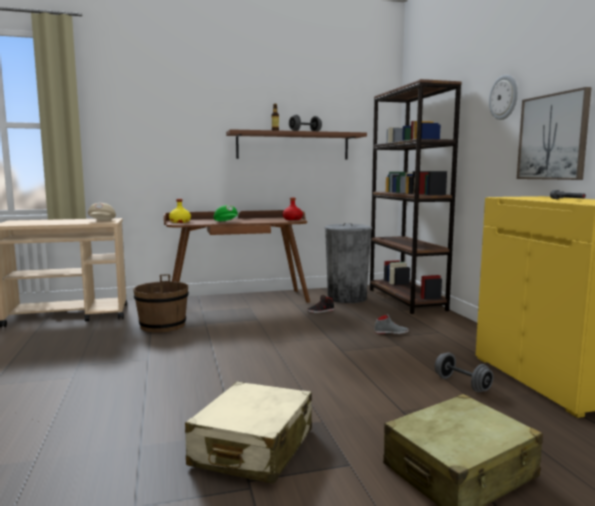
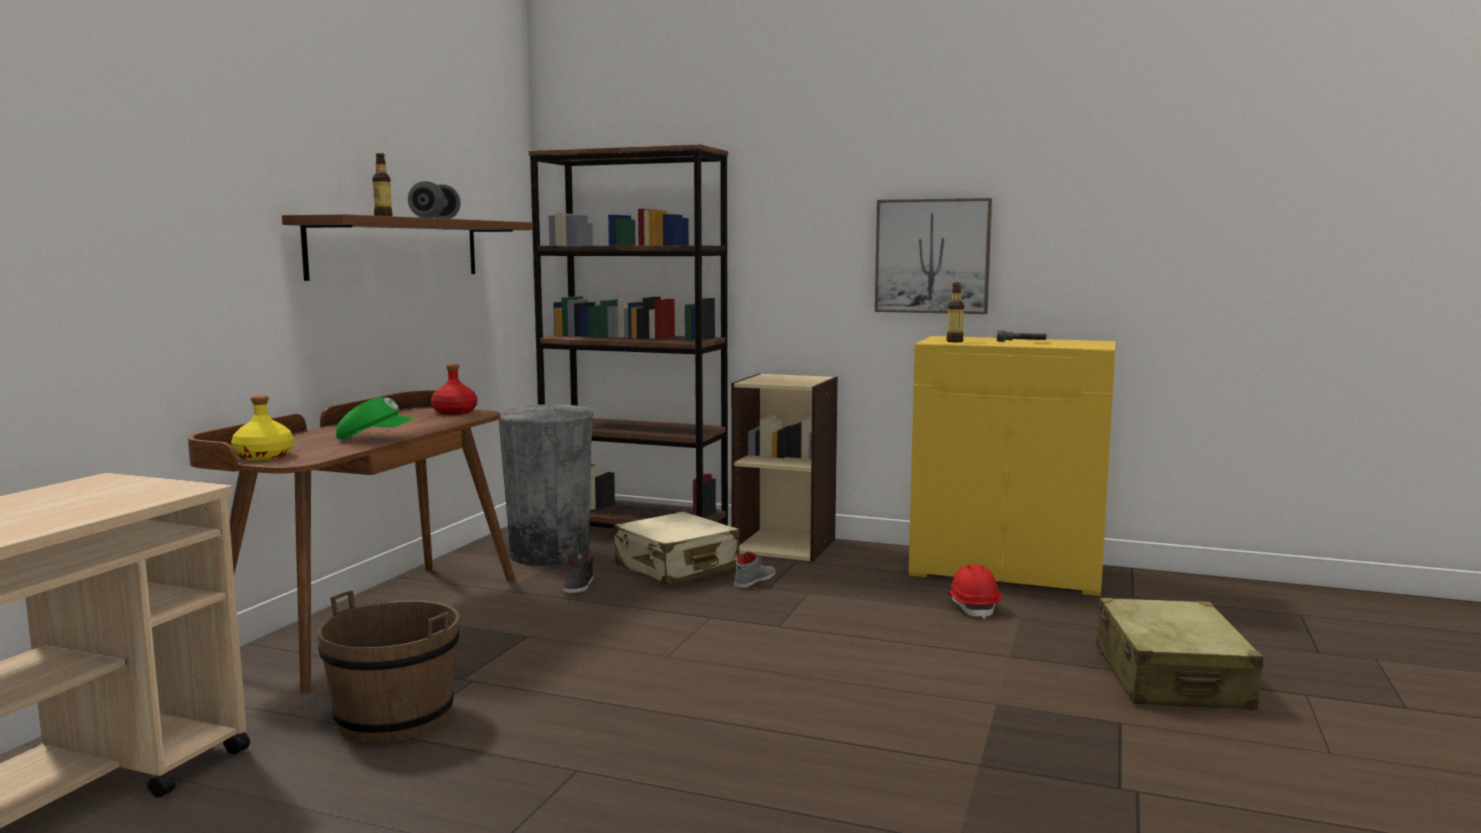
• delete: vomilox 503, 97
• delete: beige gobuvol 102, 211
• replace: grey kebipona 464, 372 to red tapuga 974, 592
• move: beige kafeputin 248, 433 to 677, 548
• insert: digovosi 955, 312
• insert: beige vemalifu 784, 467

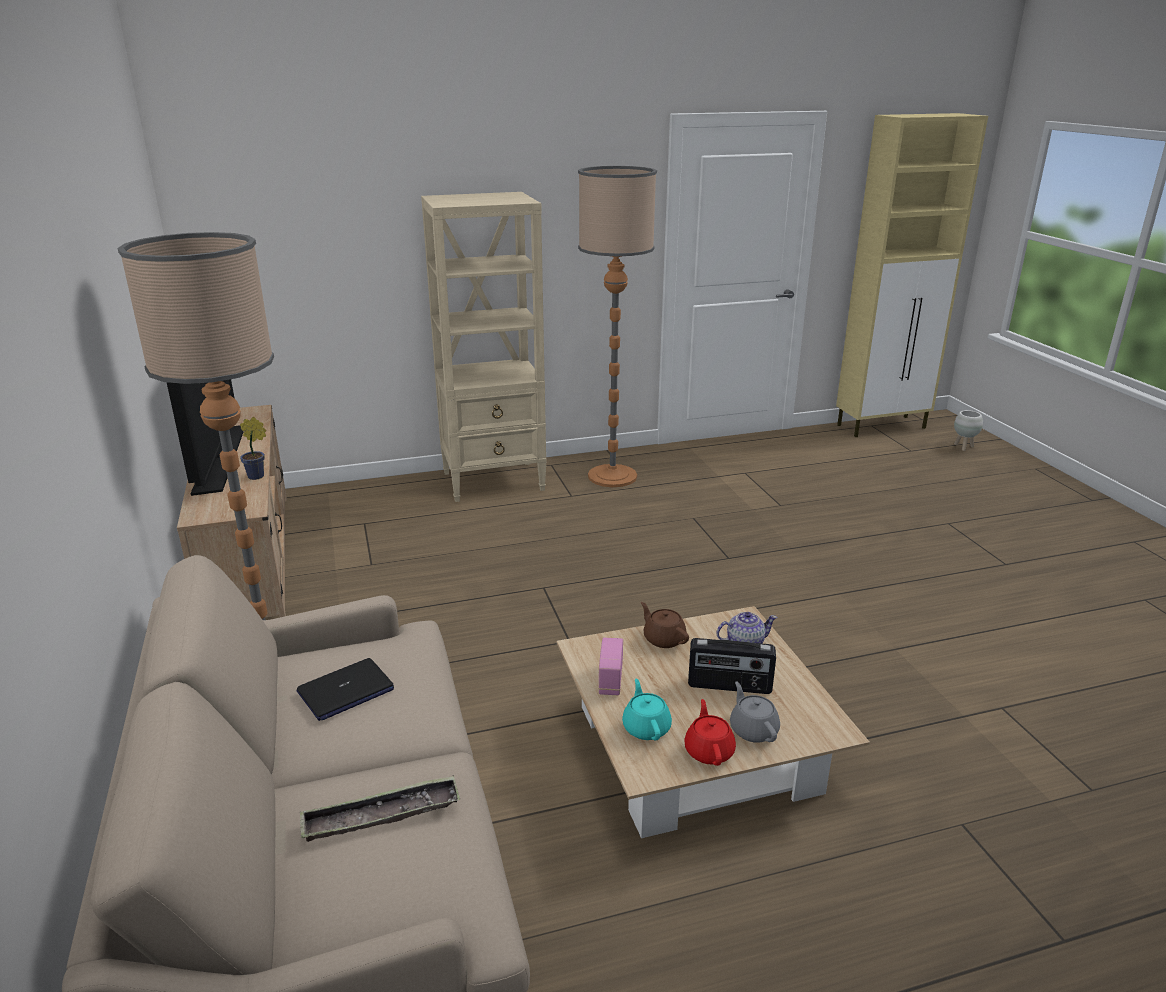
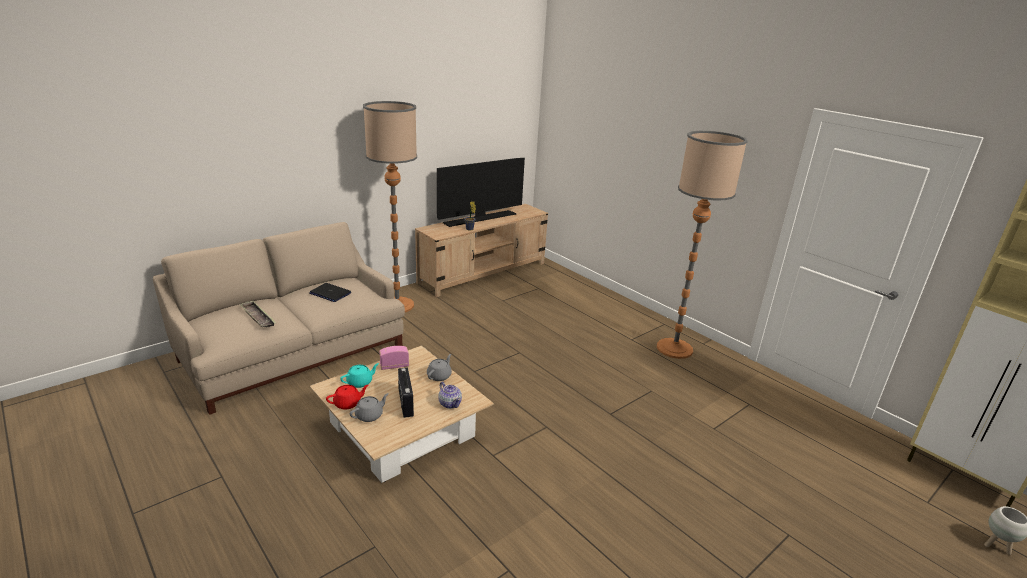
• delete: beige vemalifu 484, 347
• recolor: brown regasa 665, 625 to grey regasa 439, 367

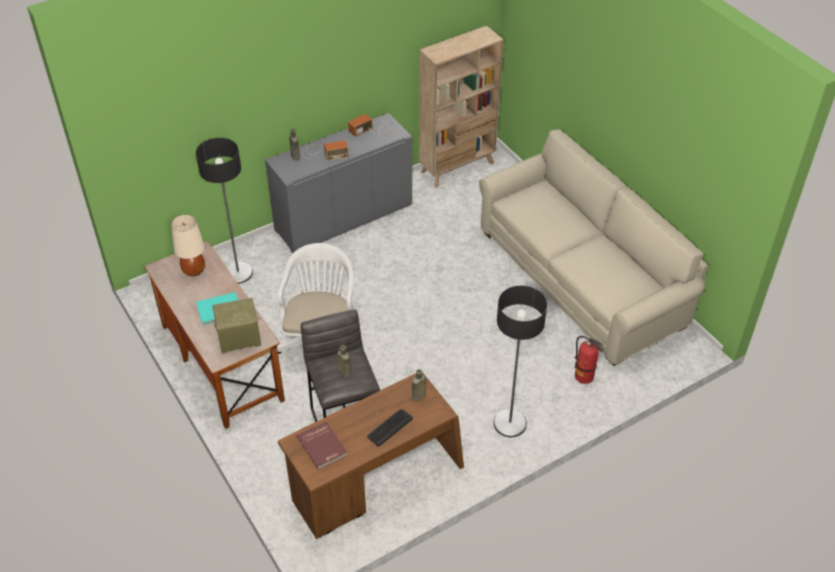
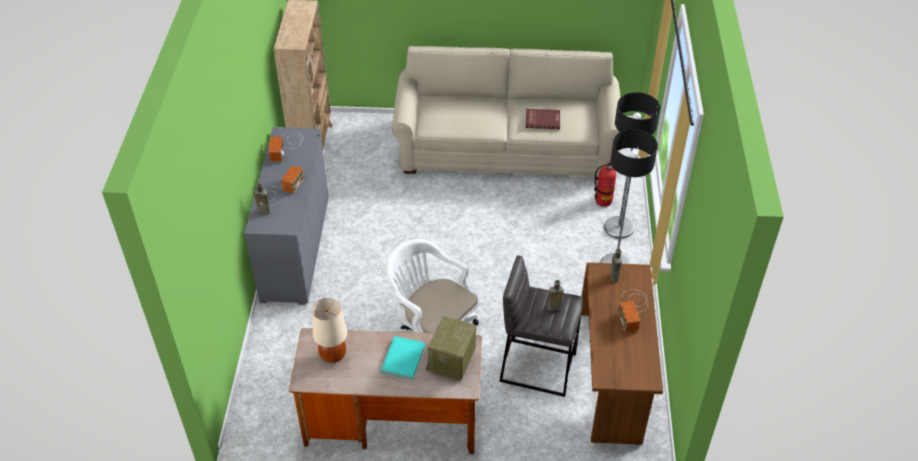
• move: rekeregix 224, 211 to 632, 165
• replace: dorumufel 390, 428 to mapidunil 633, 311
• move: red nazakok 322, 445 to 543, 119

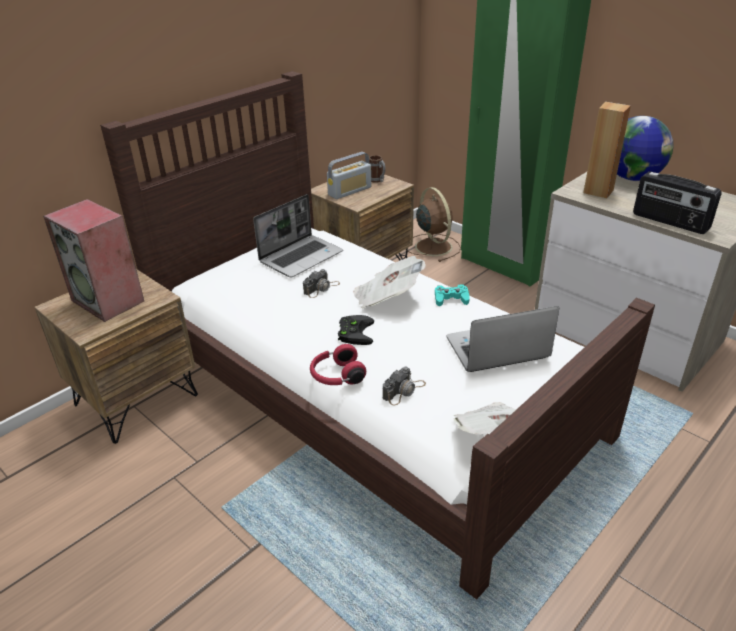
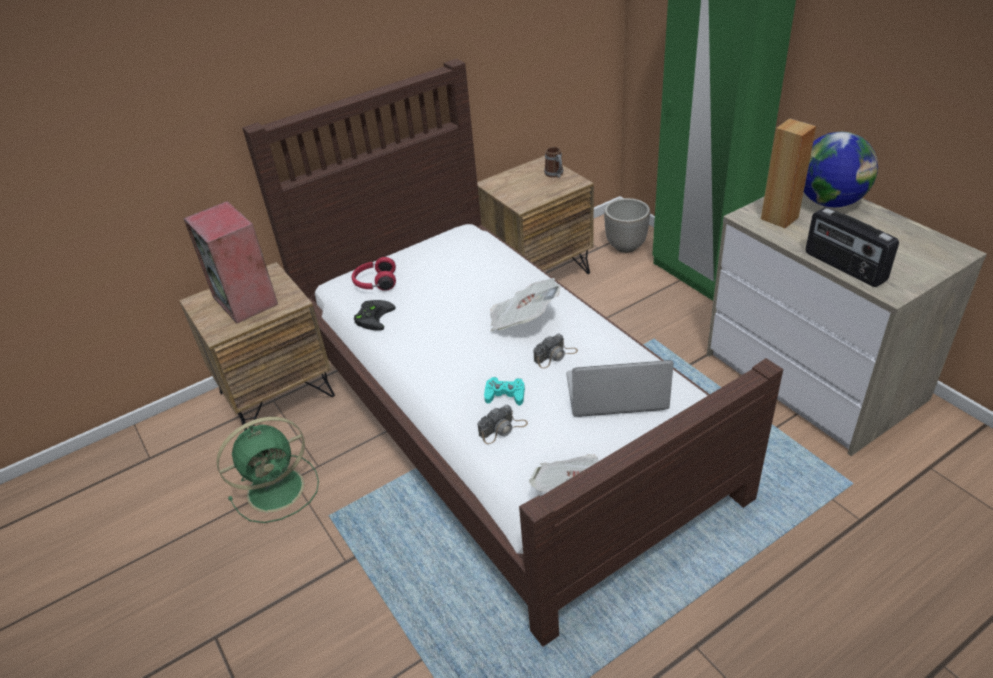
• delete: mapidunil 349, 175
• replace: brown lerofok 434, 224 to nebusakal 627, 225
• delete: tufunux 298, 235
• move: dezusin 321, 283 to 555, 351
• move: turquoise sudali 452, 295 to 504, 391
• move: black sudali 356, 330 to 374, 315
• move: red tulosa 338, 364 to 374, 274
• insert: green lerofok 267, 470

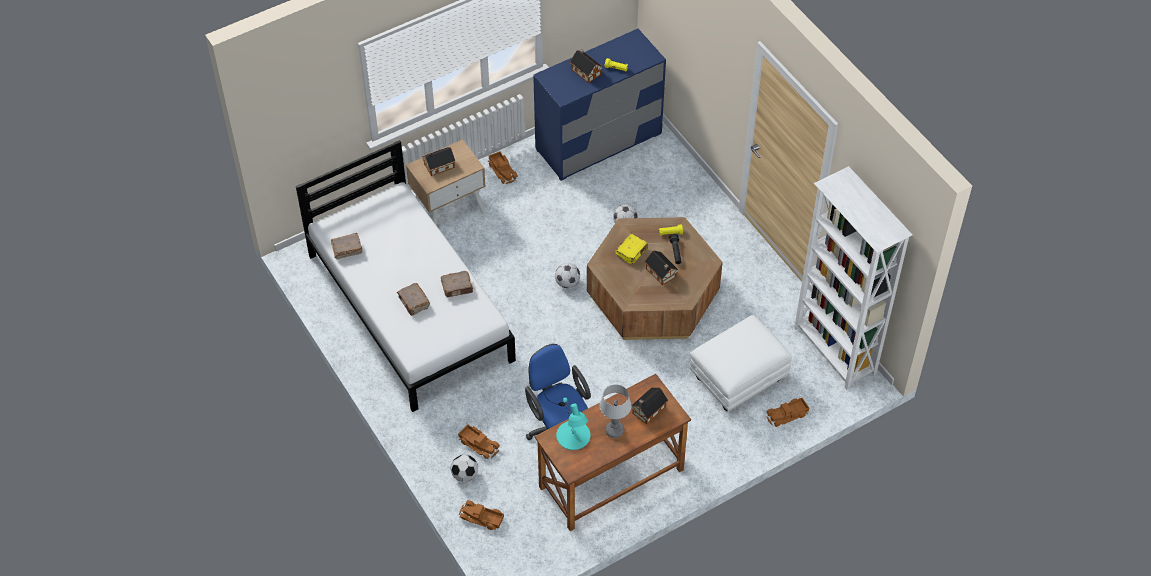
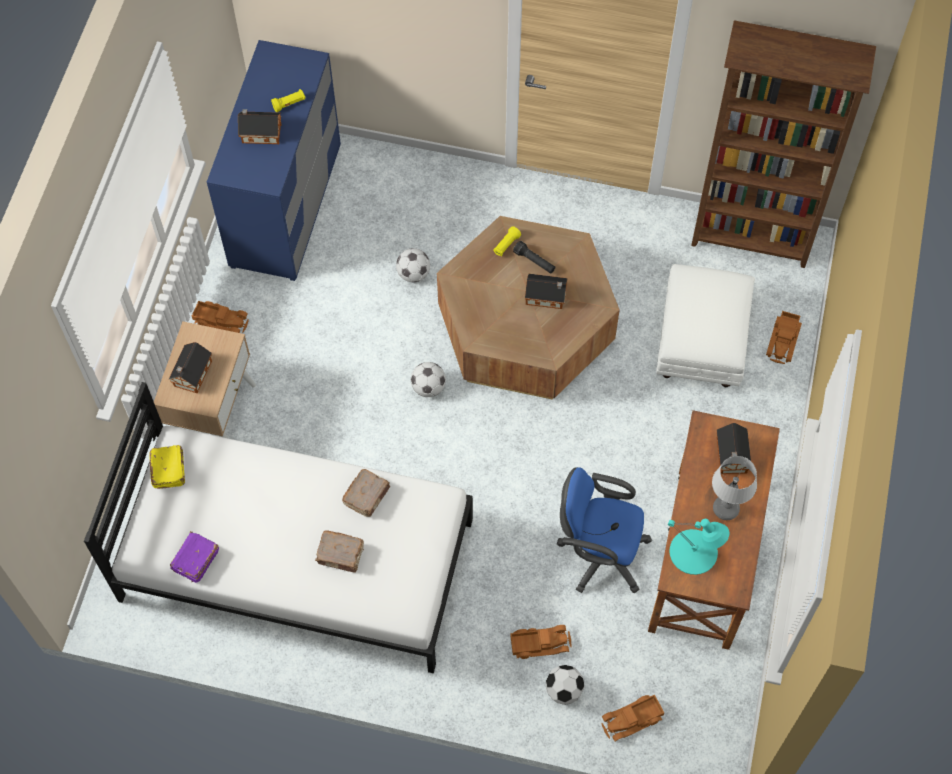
• recolor: white vemalifu 853, 278 to brown vemalifu 783, 144
• recolor: brown nazakok 347, 246 to purple nazakok 194, 557
• move: yellow nazakok 631, 249 to 167, 467

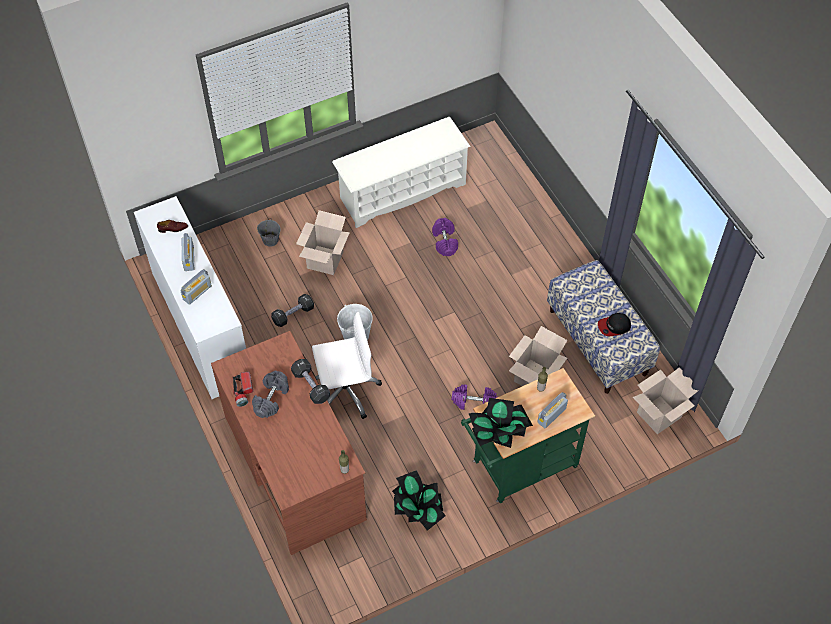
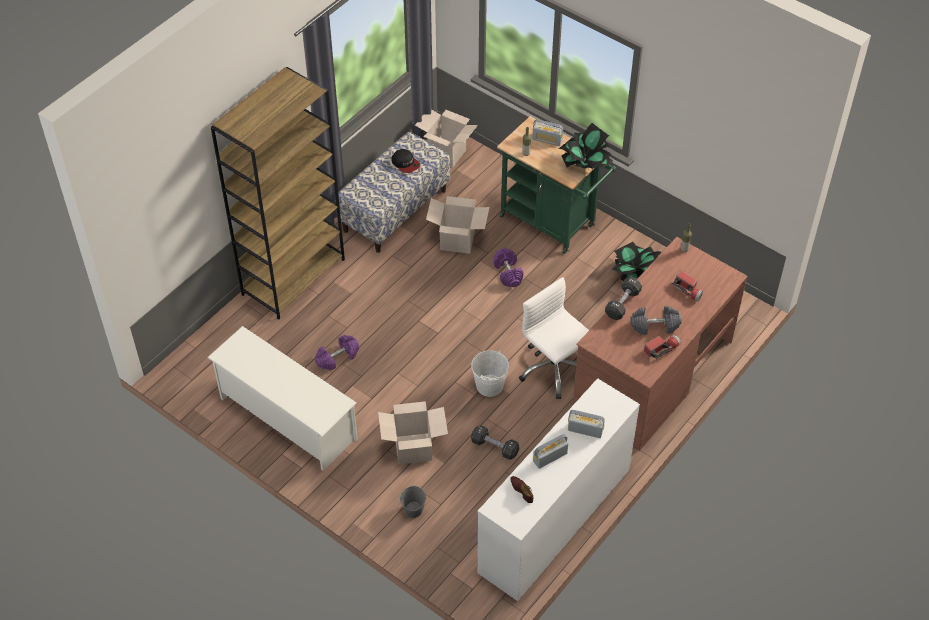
• insert: brown vemalifu 278, 193
• insert: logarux 687, 286

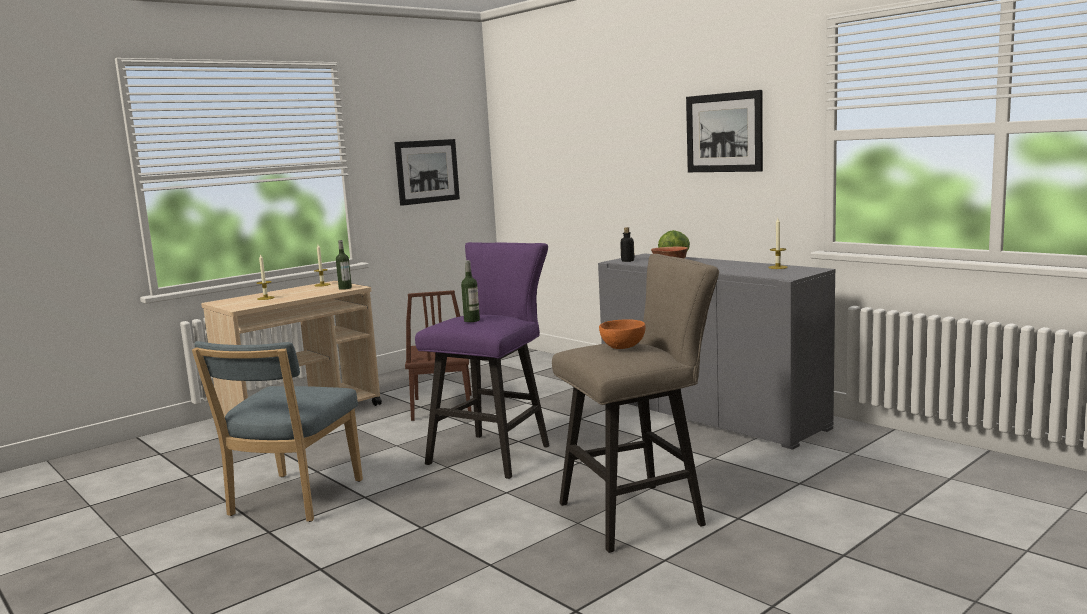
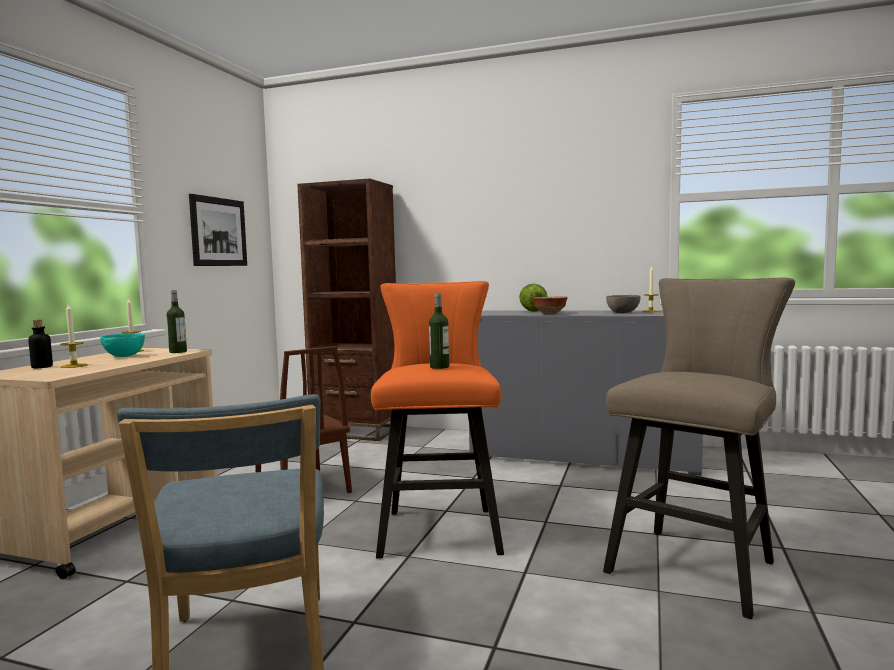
• delete: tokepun 724, 131
• move: digovosi 627, 244 to 40, 344
• recolor: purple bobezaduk 482, 360 to orange bobezaduk 437, 420
• delete: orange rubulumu 622, 334
• insert: brown vemalifu 346, 309
• insert: grey rubulumu 623, 304
• insert: turquoise rubulumu 122, 345

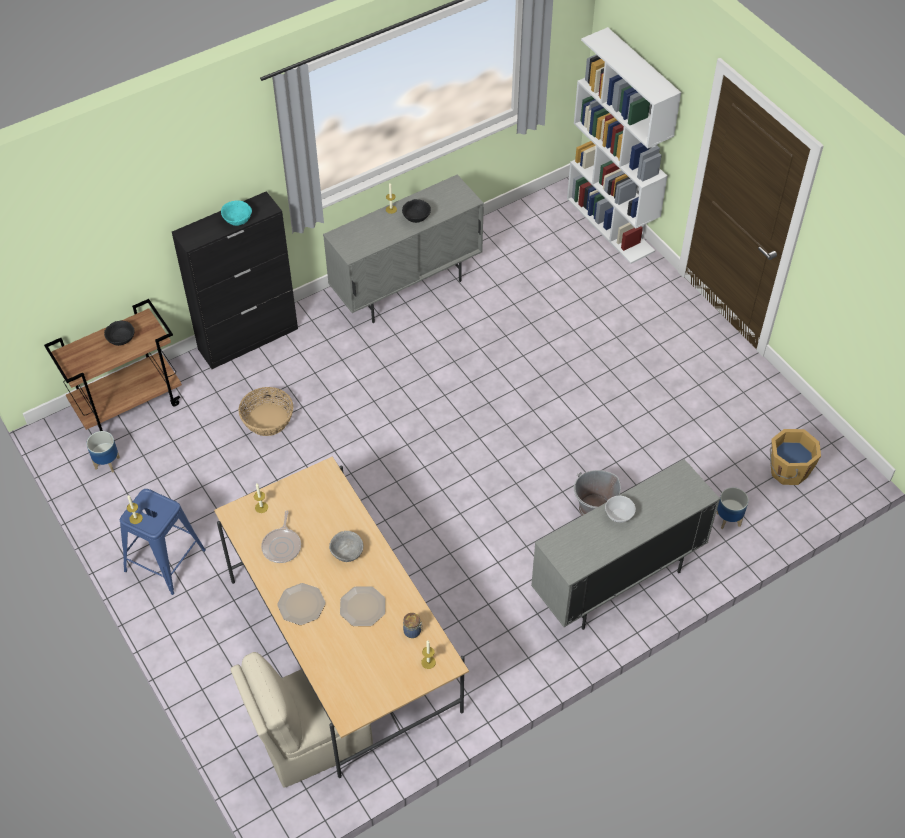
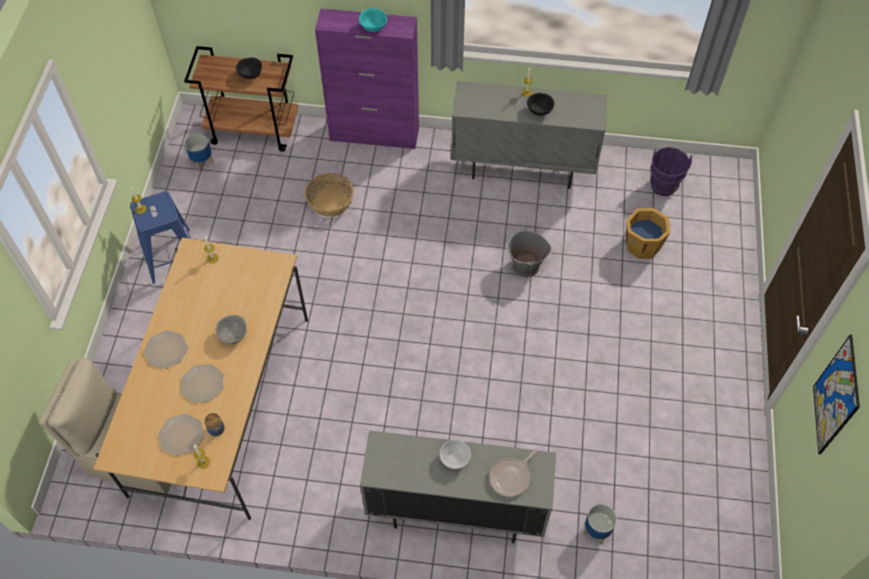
• delete: white vemalifu 624, 145
• recolor: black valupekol 235, 280 to purple valupekol 367, 79
• move: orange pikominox 795, 457 to 646, 233
• move: grey pikominox 597, 493 to 529, 252
• move: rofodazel 281, 537 to 514, 472
• insert: purple pikominox 671, 171
• insert: tokepun 836, 394
• insert: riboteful 181, 435

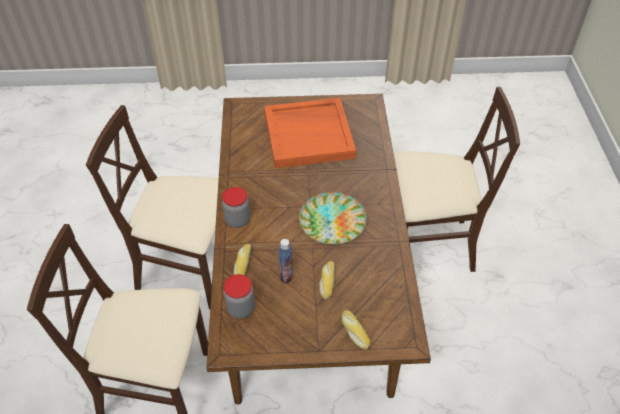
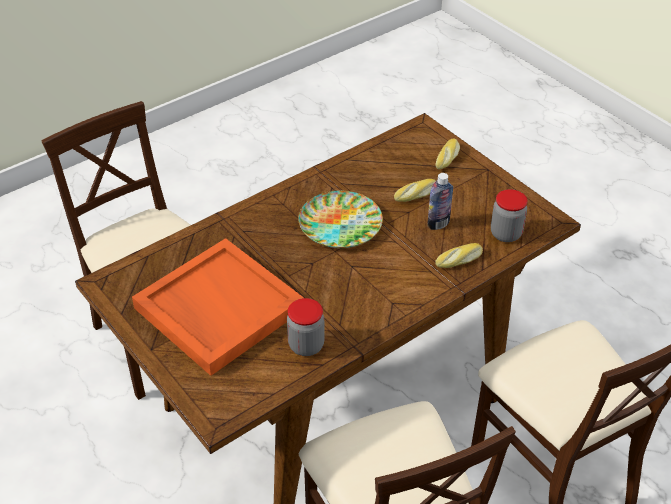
• move: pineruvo 236, 207 to 306, 327

